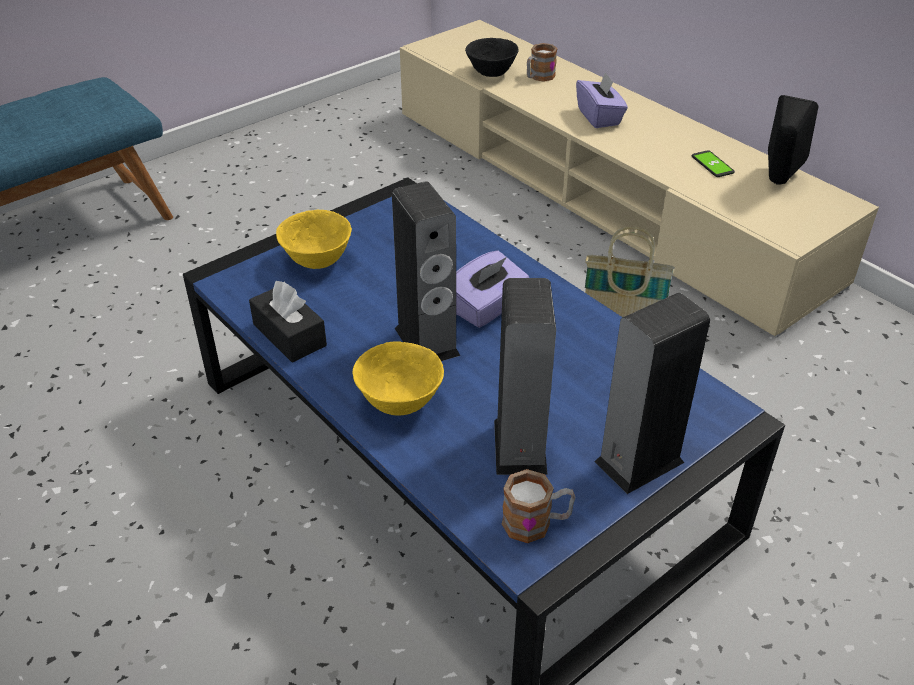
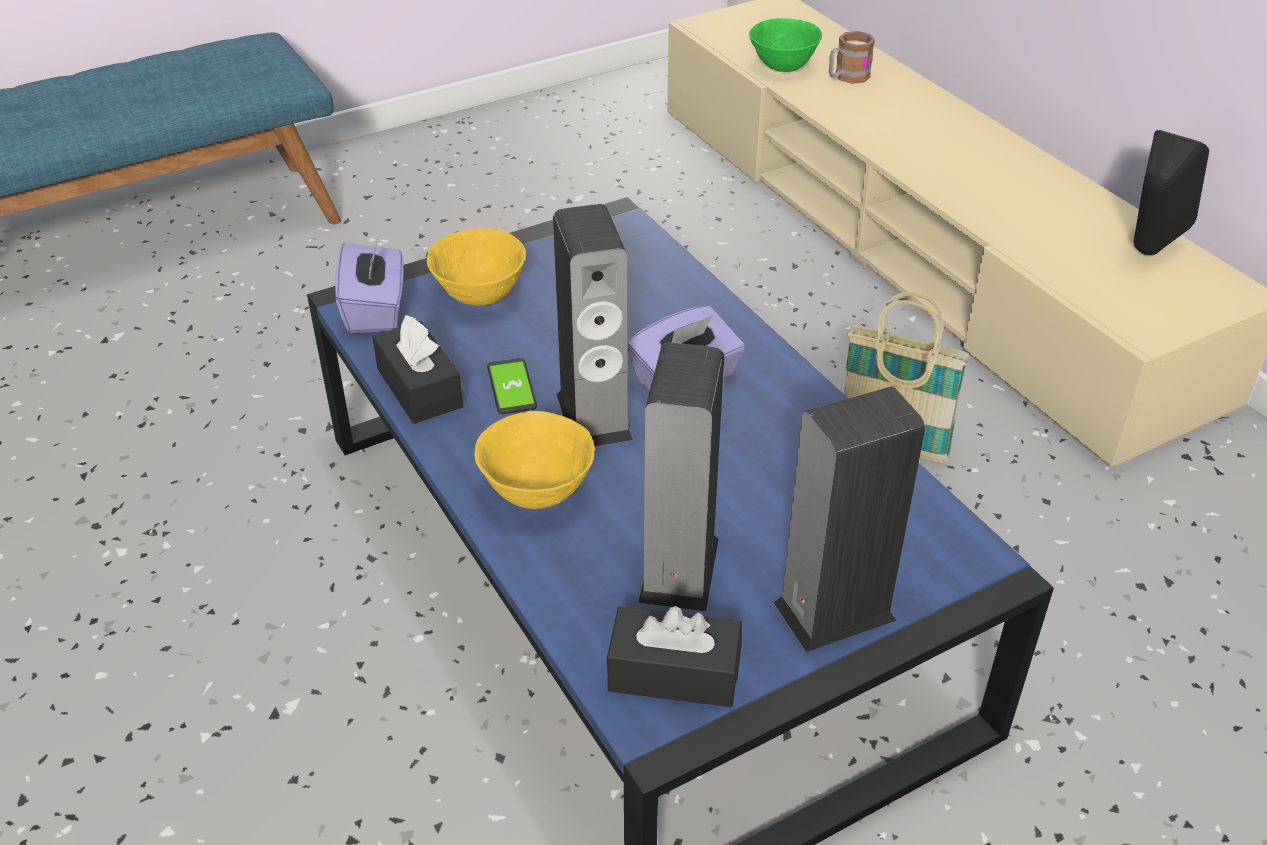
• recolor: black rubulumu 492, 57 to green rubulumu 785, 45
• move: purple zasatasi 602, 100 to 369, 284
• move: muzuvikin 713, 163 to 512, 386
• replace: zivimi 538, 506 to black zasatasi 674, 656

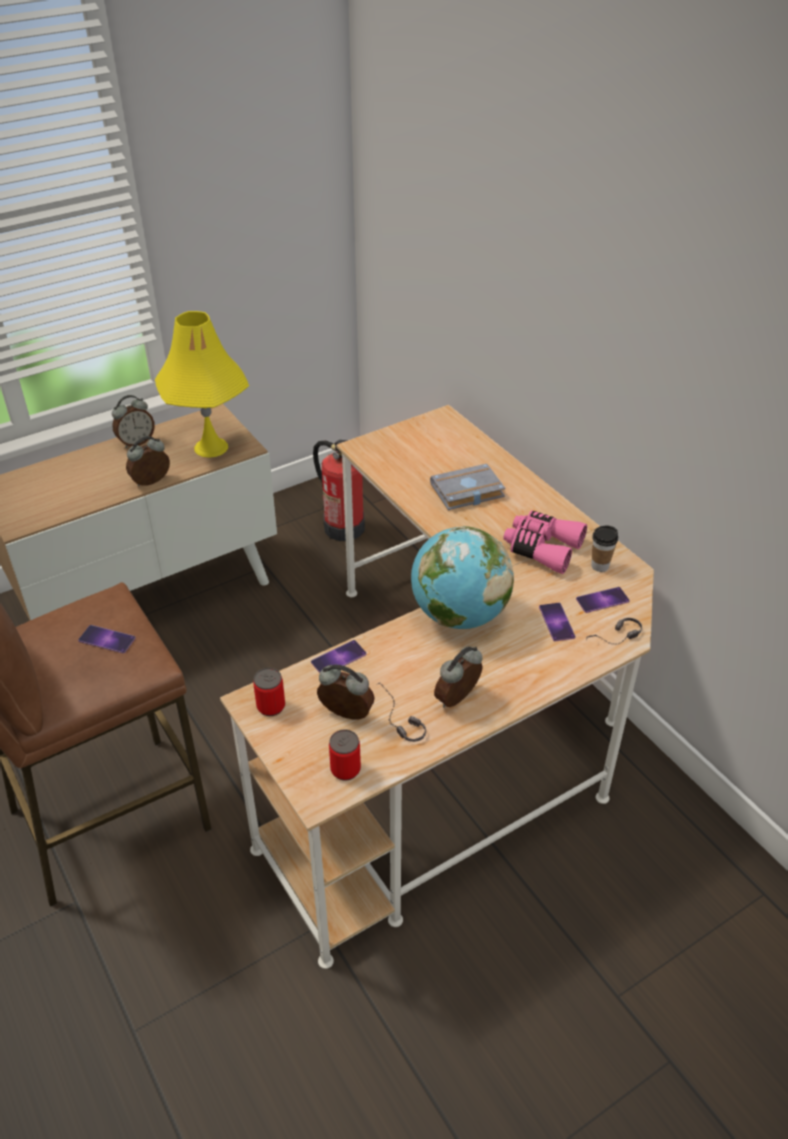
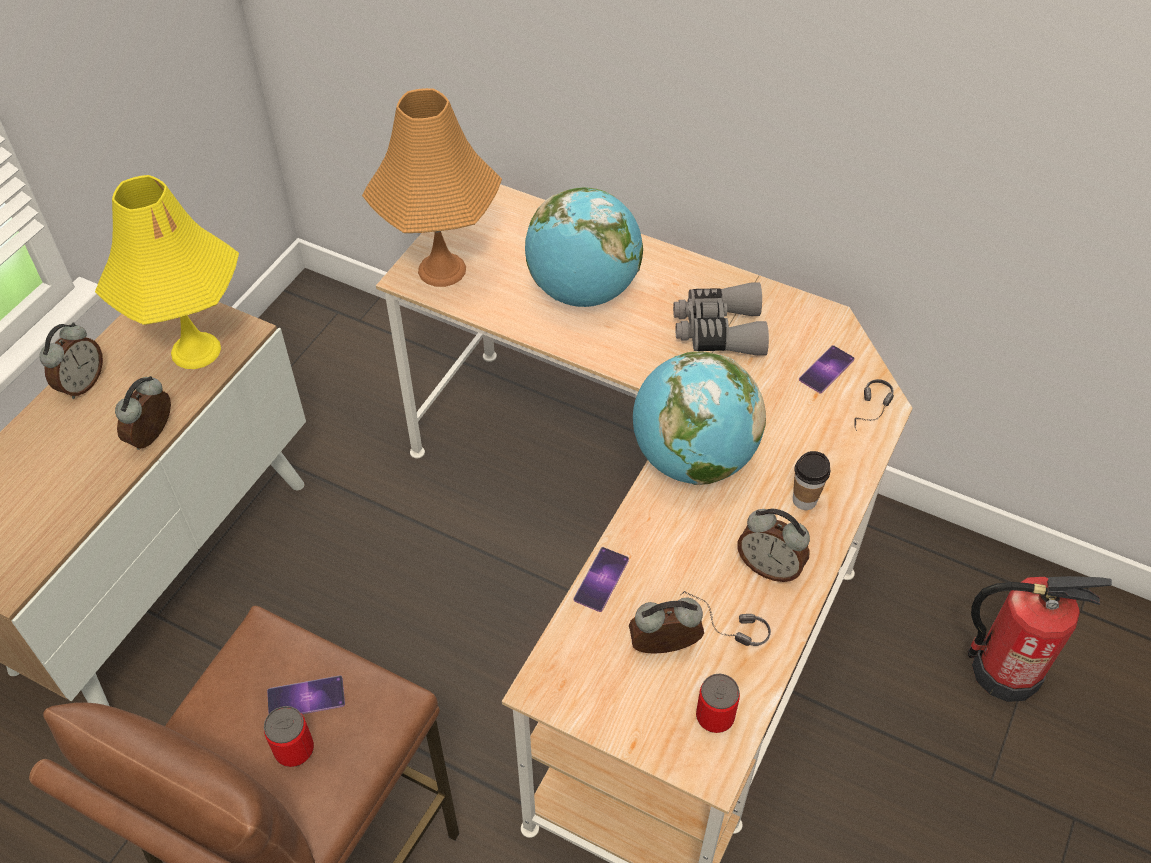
• move: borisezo 339, 490 to 1039, 639
• replace: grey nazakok 468, 487 to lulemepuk 584, 247
• recolor: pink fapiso 545, 542 to grey fapiso 721, 319
• move: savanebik 604, 549 to 811, 480
• delete: muzuvikin 557, 622
• rotate: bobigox 458, 676 = 773, 545 75 degrees counterclockwise
• move: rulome 269, 692 to 289, 736
• insert: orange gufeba 432, 187

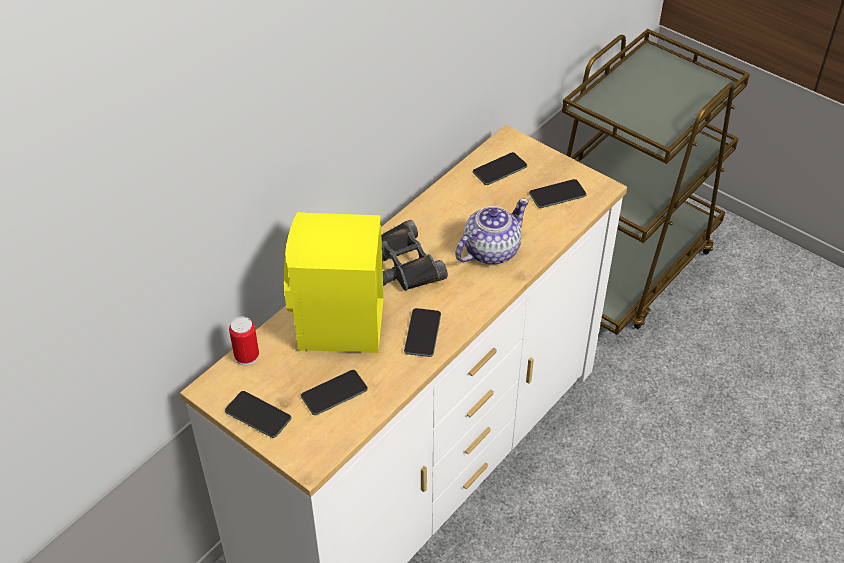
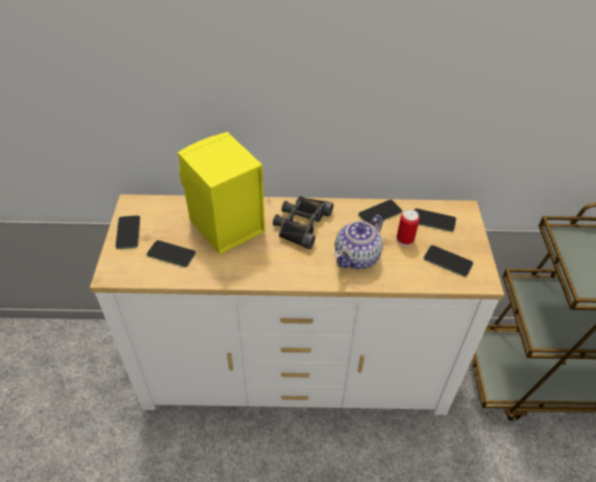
• rotate: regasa 492, 231 = 359, 242 120 degrees clockwise
• move: muzuvikin 422, 332 to 380, 212
• move: rulome 244, 341 to 408, 227

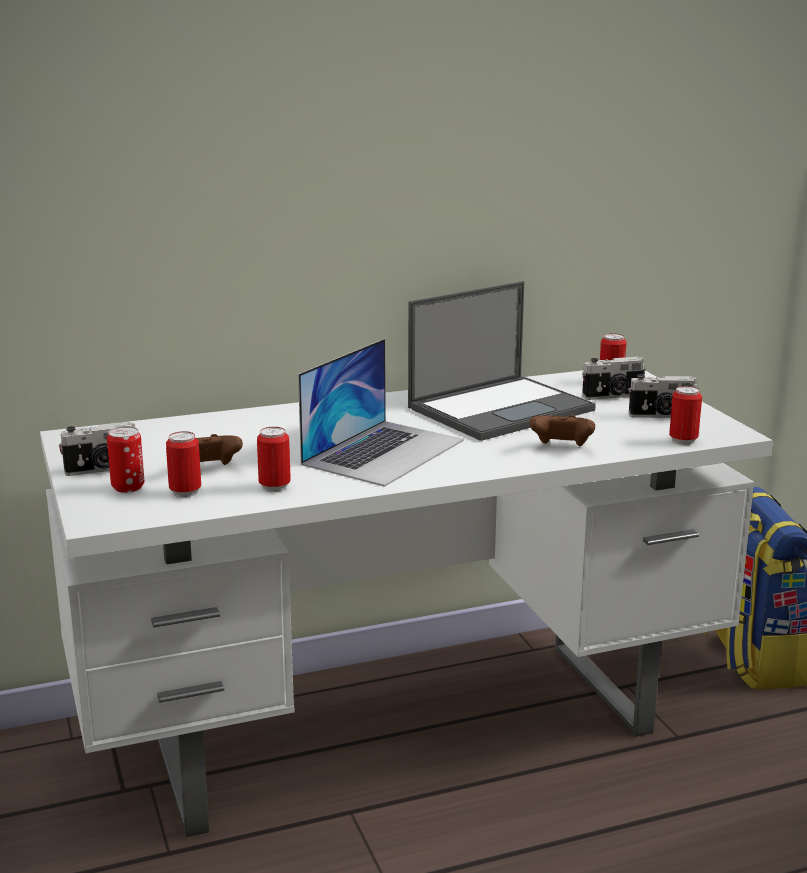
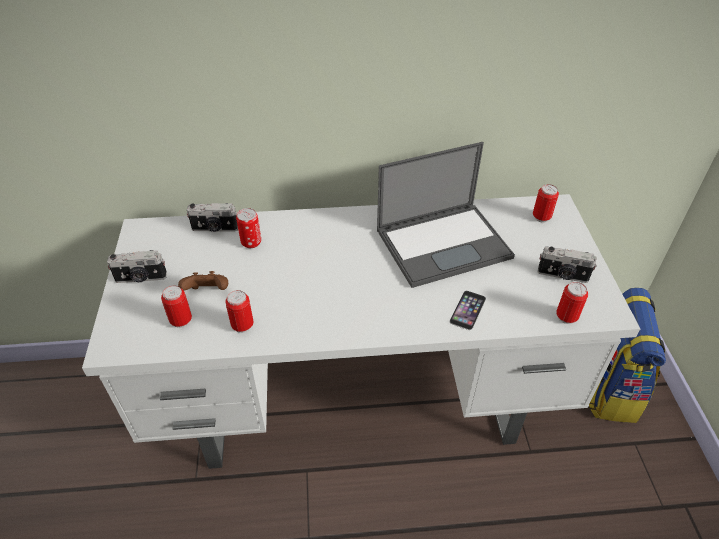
• delete: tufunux 381, 413
• move: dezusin 614, 378 to 212, 217
• replace: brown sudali 562, 430 to muzuvikin 467, 310
• move: rulome 125, 459 to 248, 228

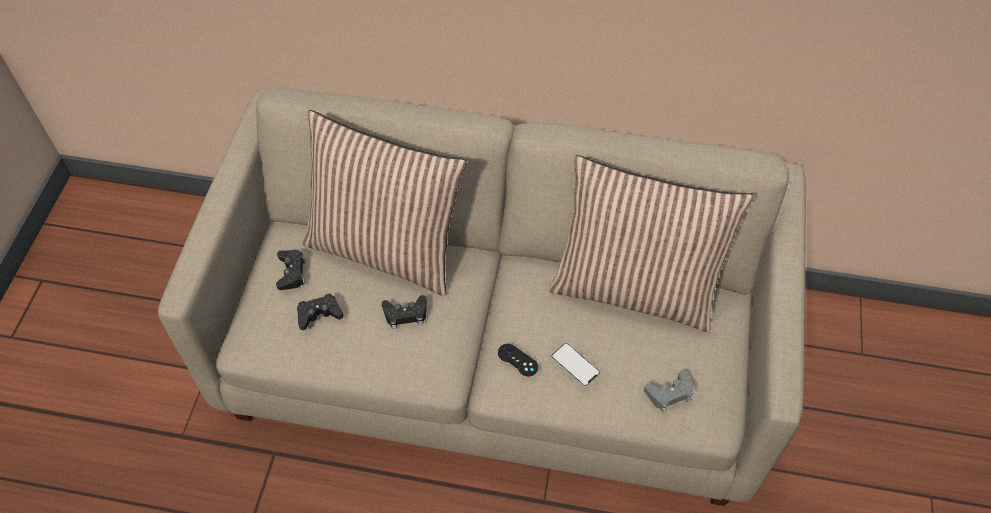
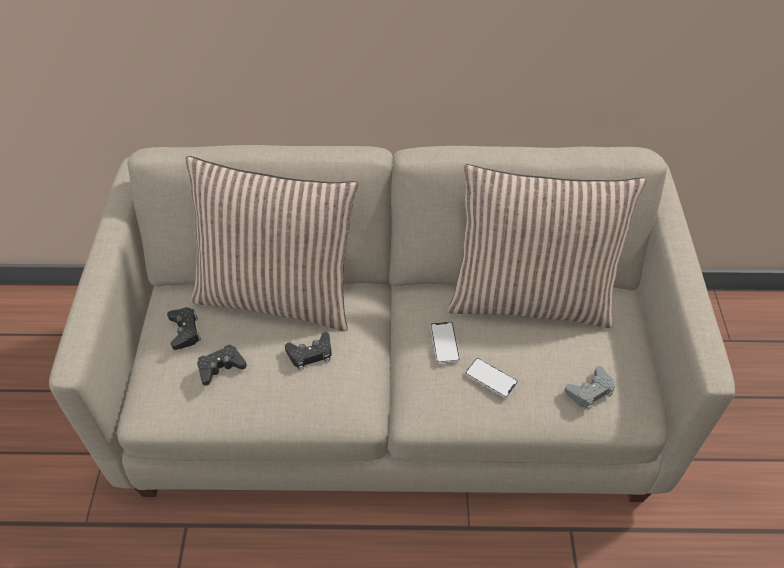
• delete: black sudali 518, 360
• insert: muzuvikin 445, 342

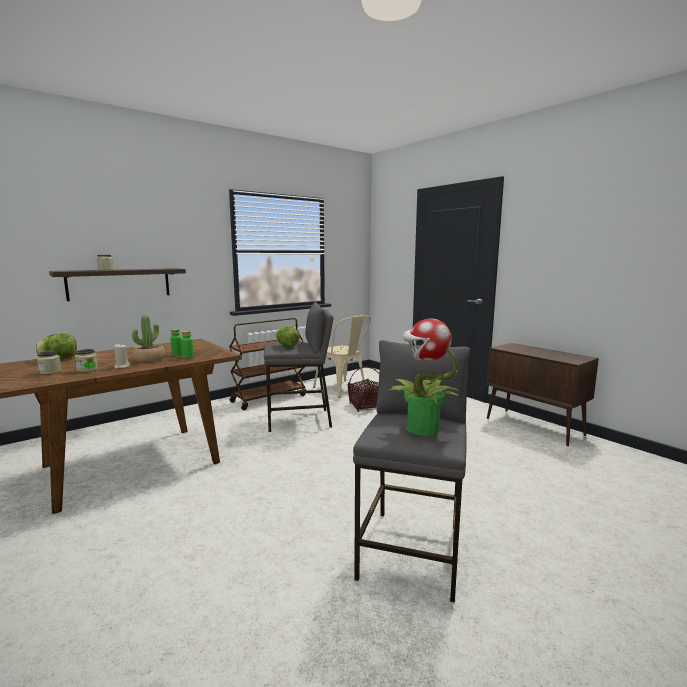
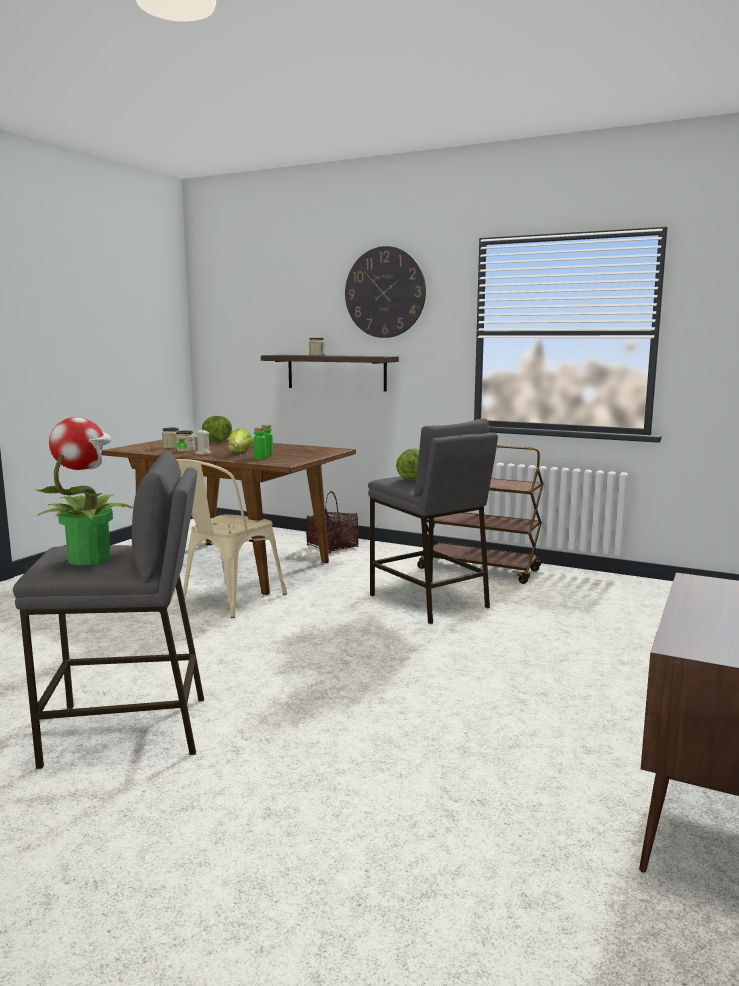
• replace: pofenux 148, 338 to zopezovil 240, 440
• move: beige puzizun 342, 357 to 231, 538
• move: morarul 363, 389 to 332, 522
• insert: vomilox 385, 292

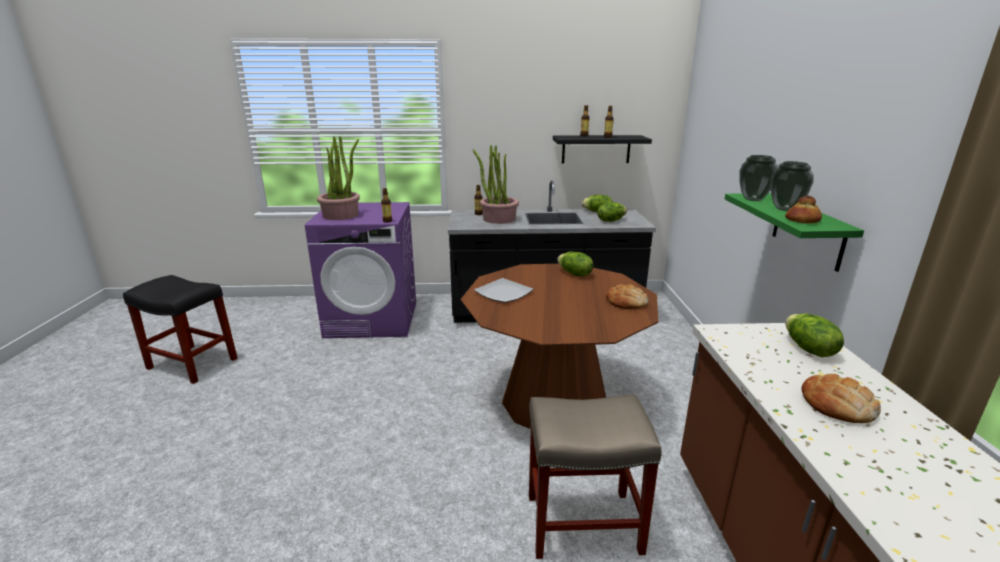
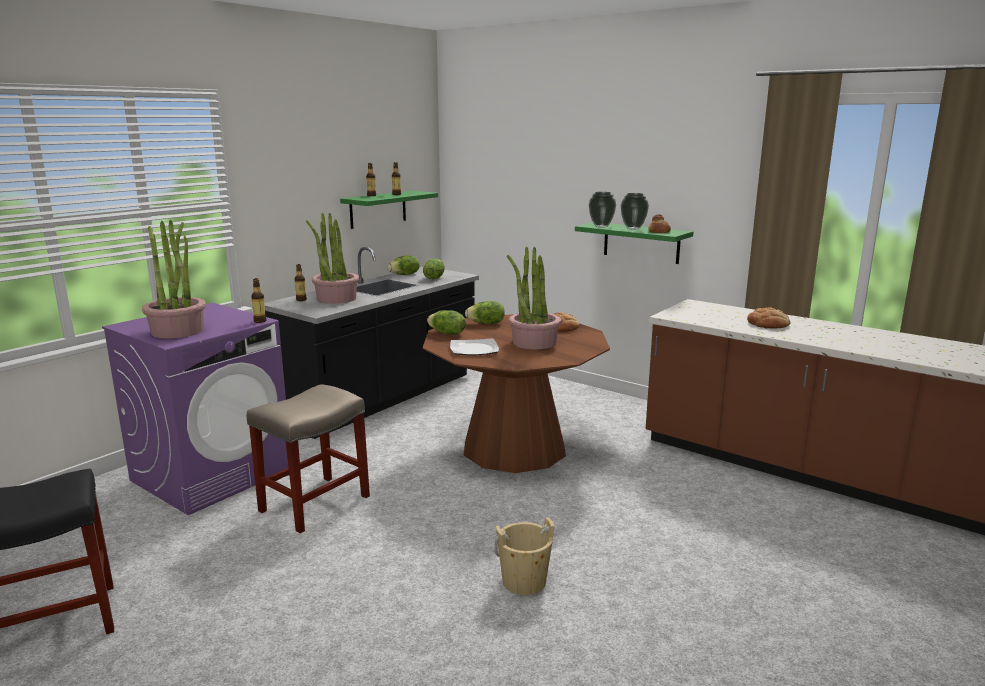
• recolor: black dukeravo 602, 149 to green dukeravo 389, 210
• move: zopezovil 814, 335 to 446, 322
• move: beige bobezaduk 595, 477 to 308, 458
• insert: pofenux 534, 298
• insert: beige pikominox 525, 556

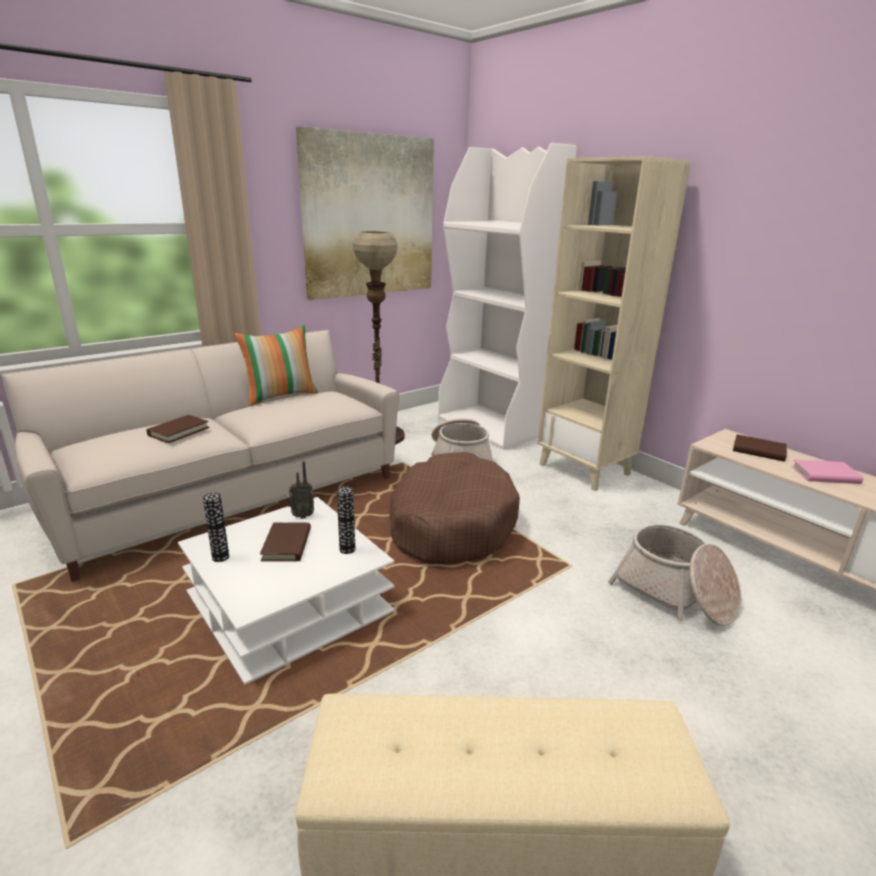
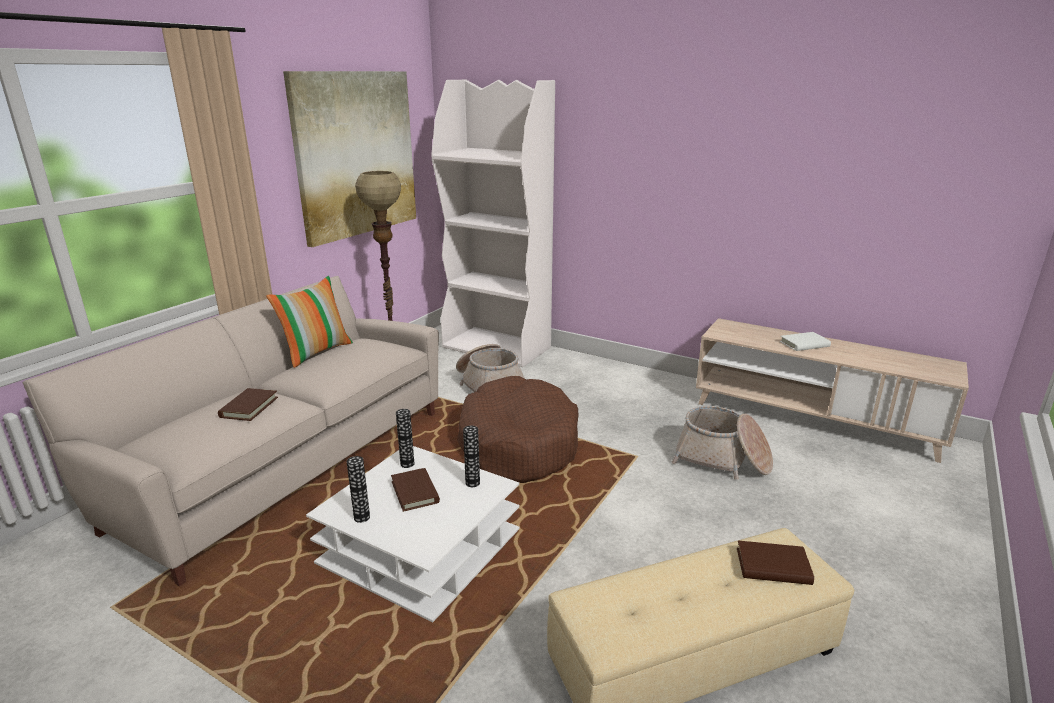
• delete: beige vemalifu 614, 323
• move: brown nazakok 760, 448 to 775, 563
• recolor: pink nazakok 827, 471 to white nazakok 805, 341
• replace: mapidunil 300, 490 to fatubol 405, 438

